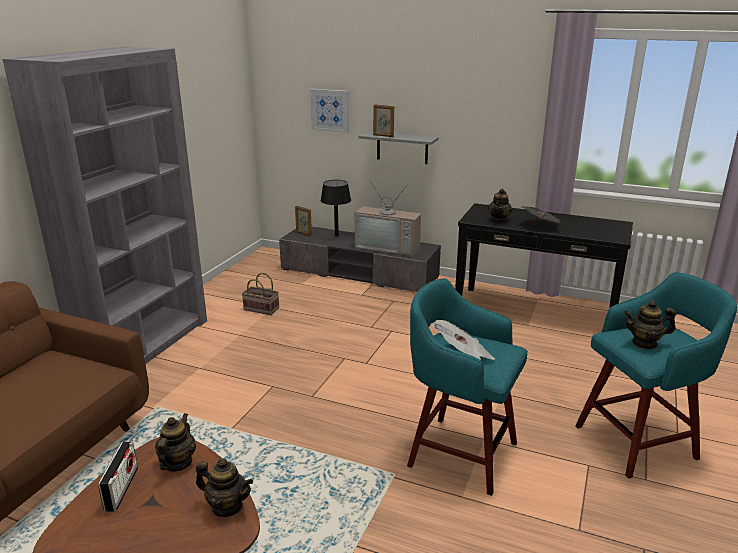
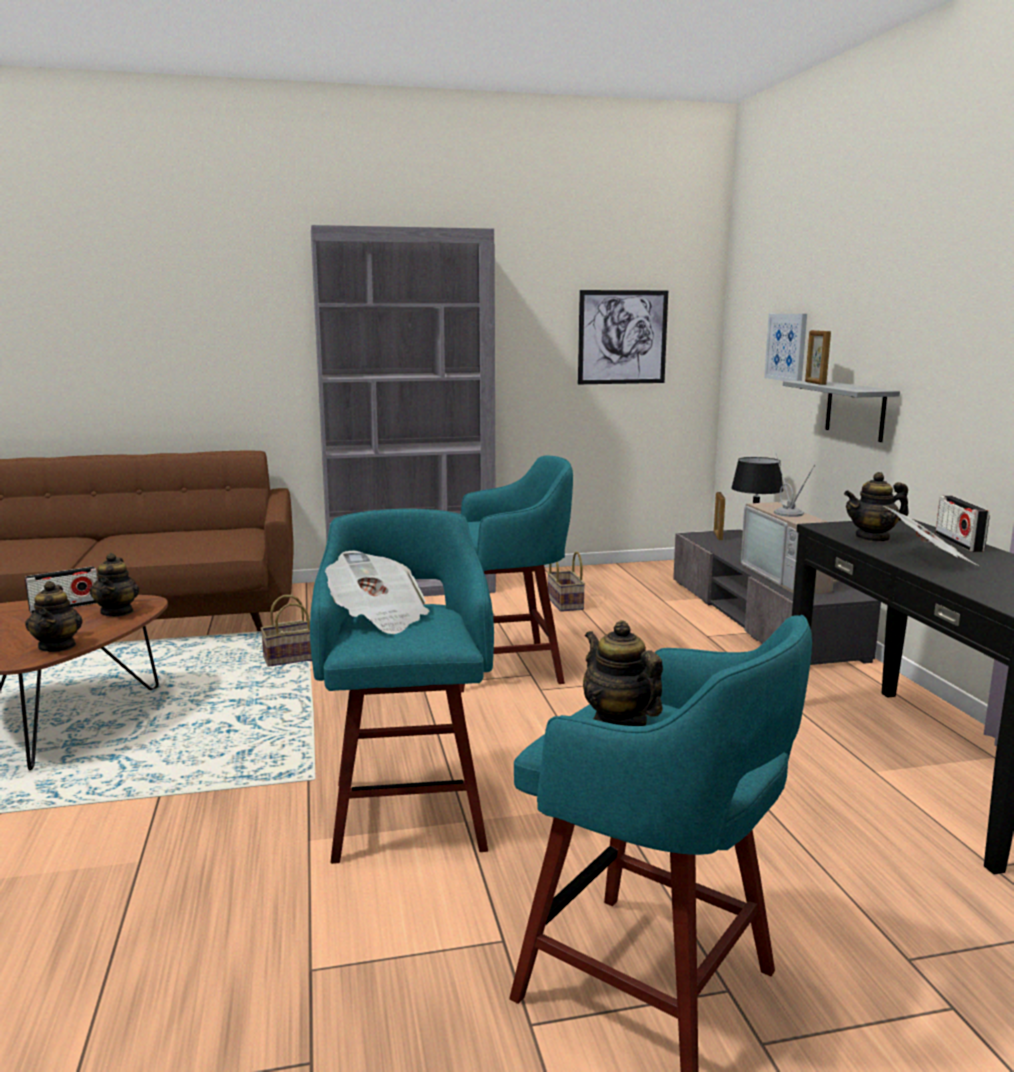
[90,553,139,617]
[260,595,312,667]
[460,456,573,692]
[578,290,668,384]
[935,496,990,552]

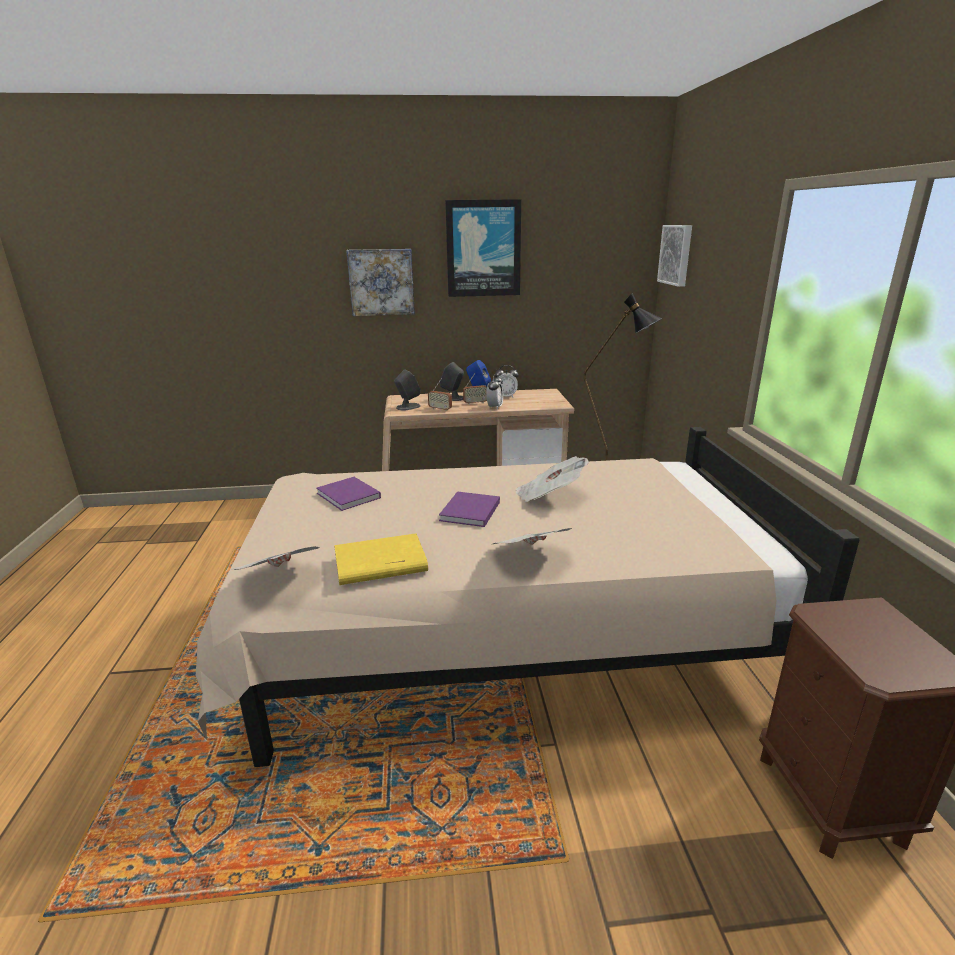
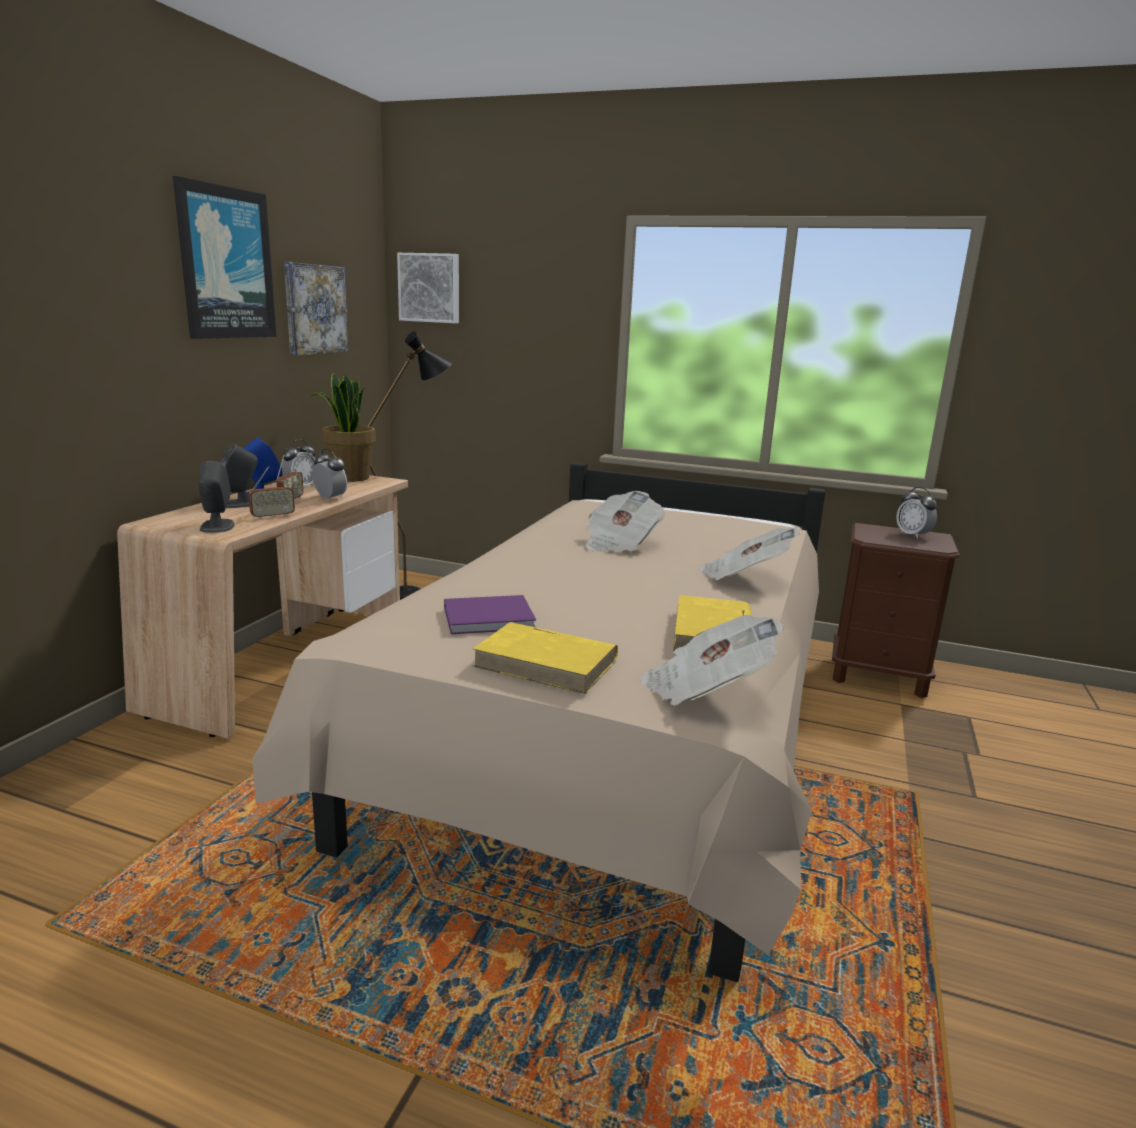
[284,262,349,355]
[439,492,500,527] (first image)
[311,373,376,482]
[473,622,618,694]
[896,487,937,539]

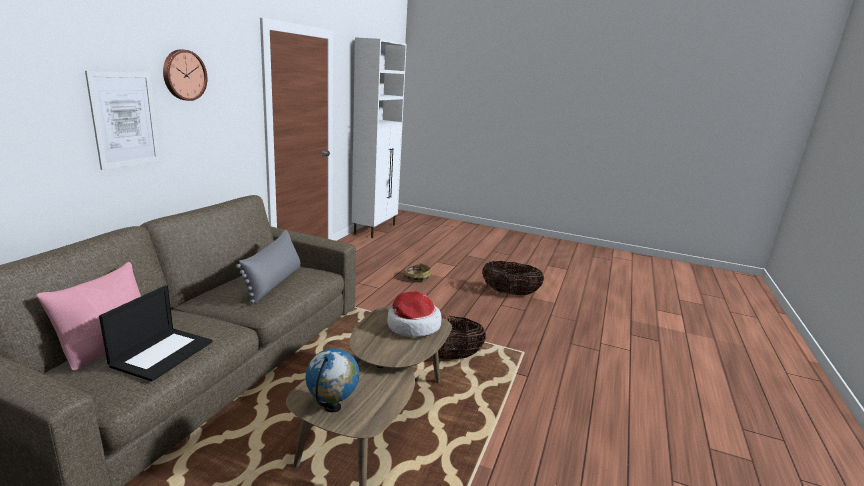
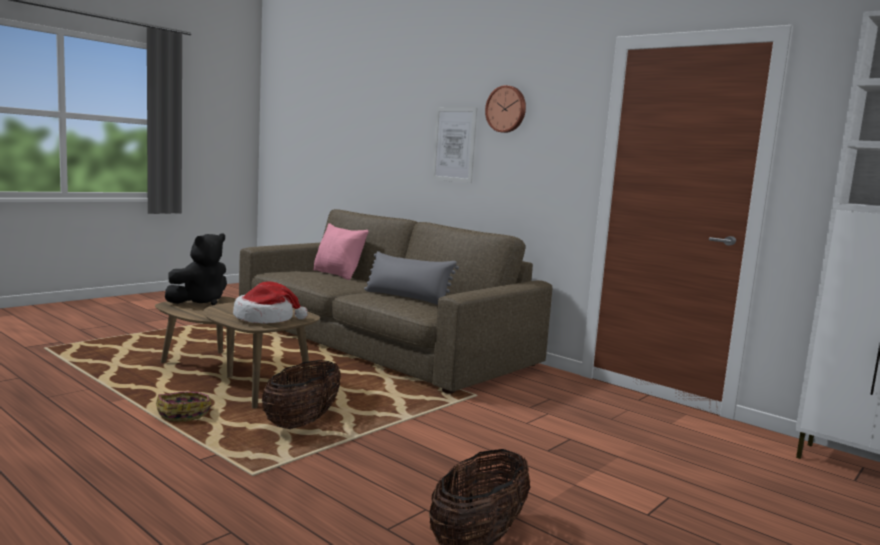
[99,285,213,381] (first image)
[165,233,227,305]
[156,391,212,422]

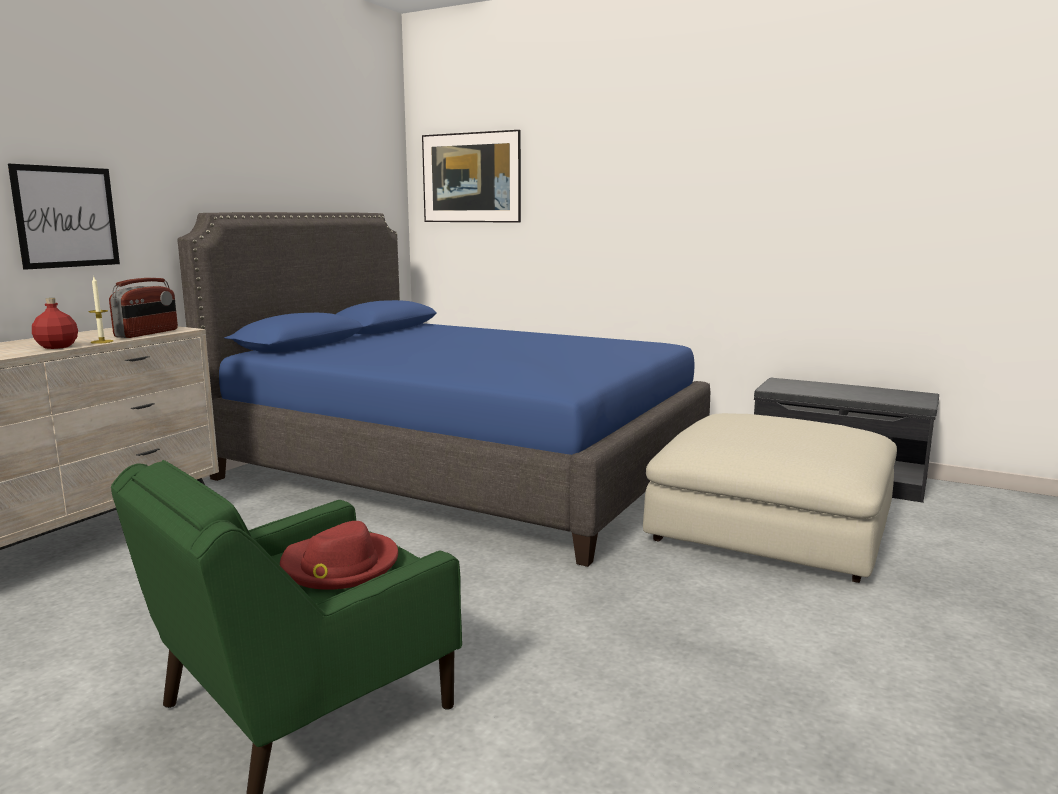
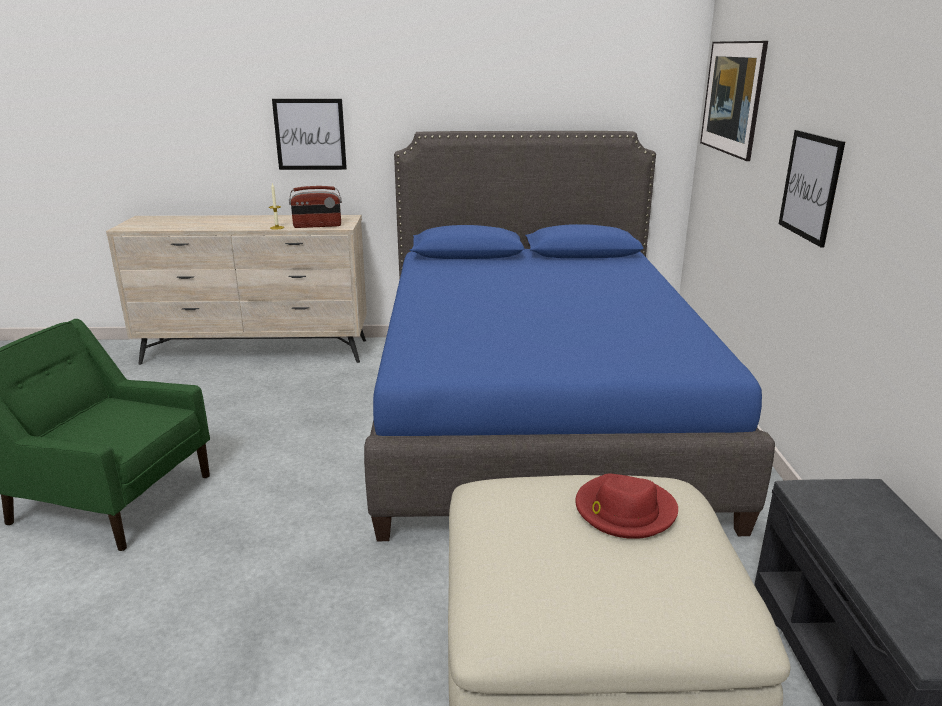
[32,298,78,349] (first image)
[575,473,678,539]
[779,130,845,248]

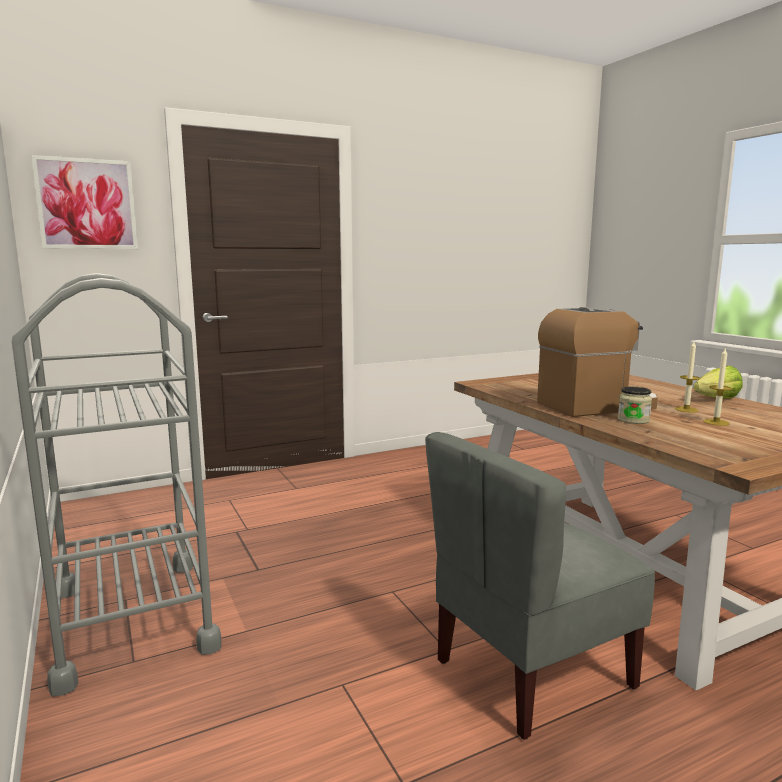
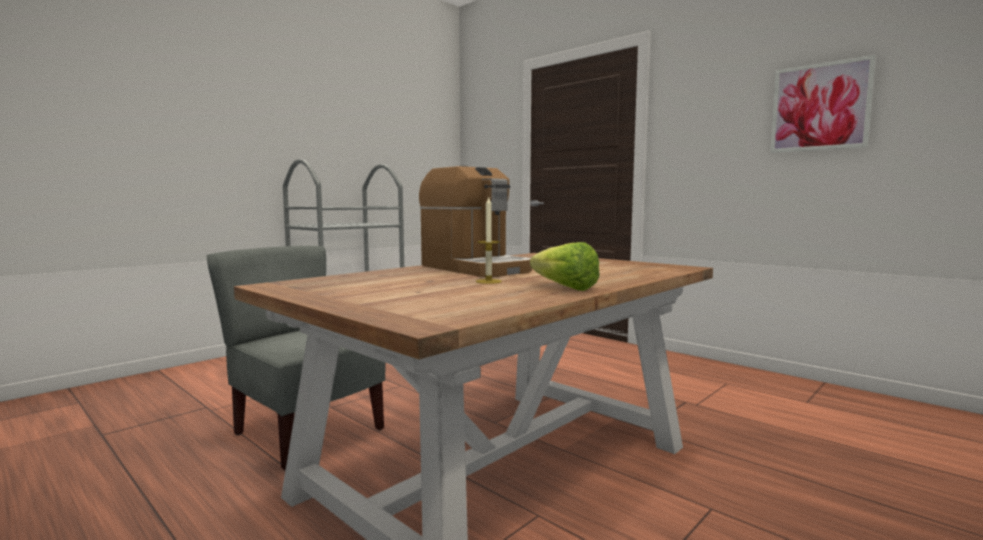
[770,55,876,153]
[618,387,652,424] (first image)
[703,347,732,426] (first image)

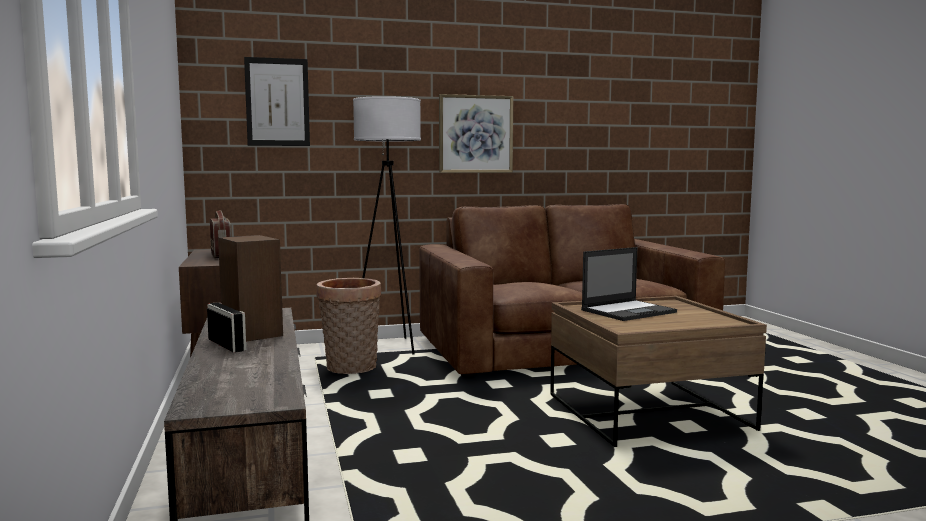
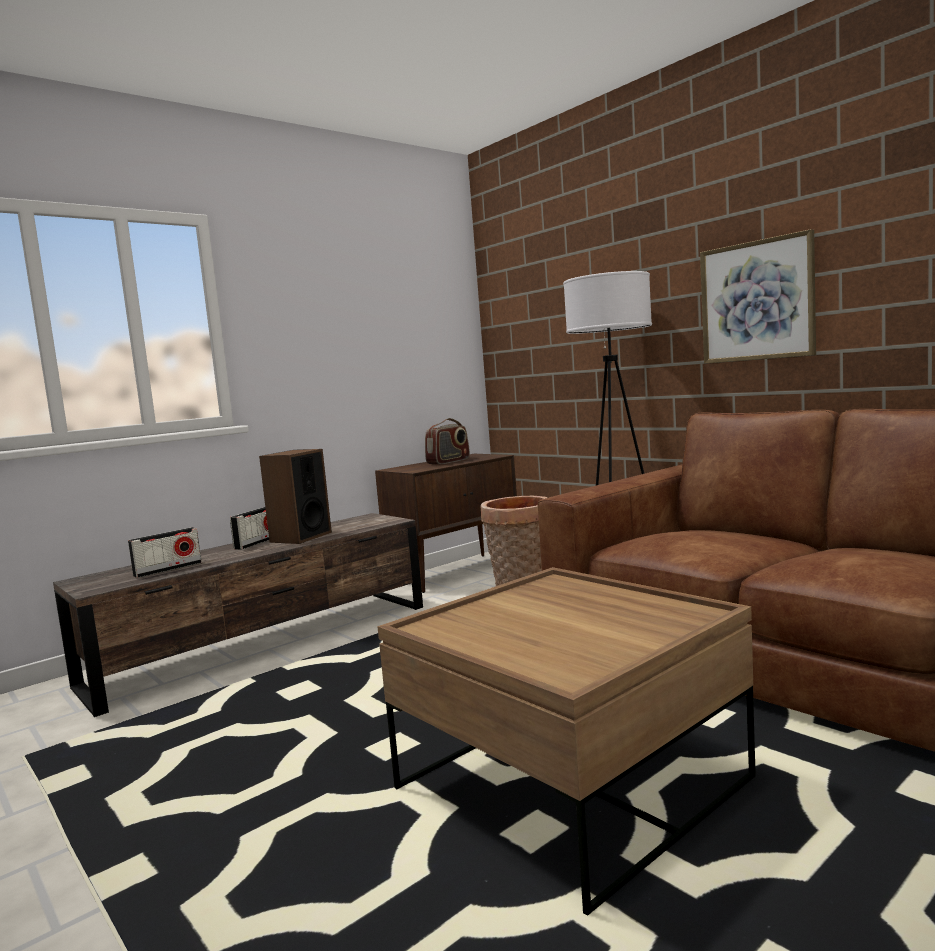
[244,57,310,146] (first image)
[581,247,677,321] (first image)
[128,527,202,578]

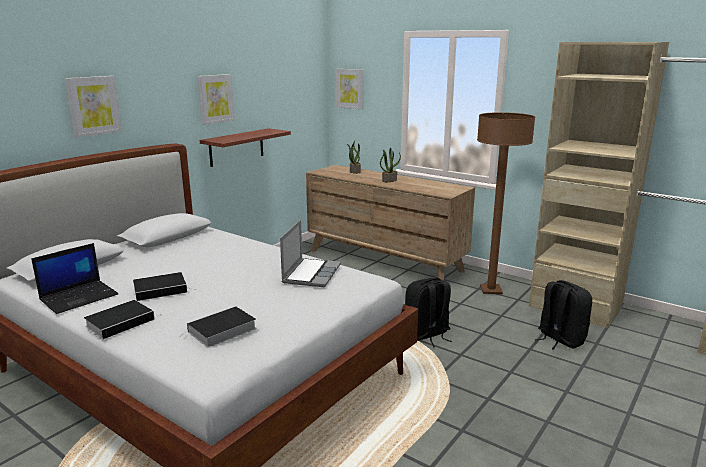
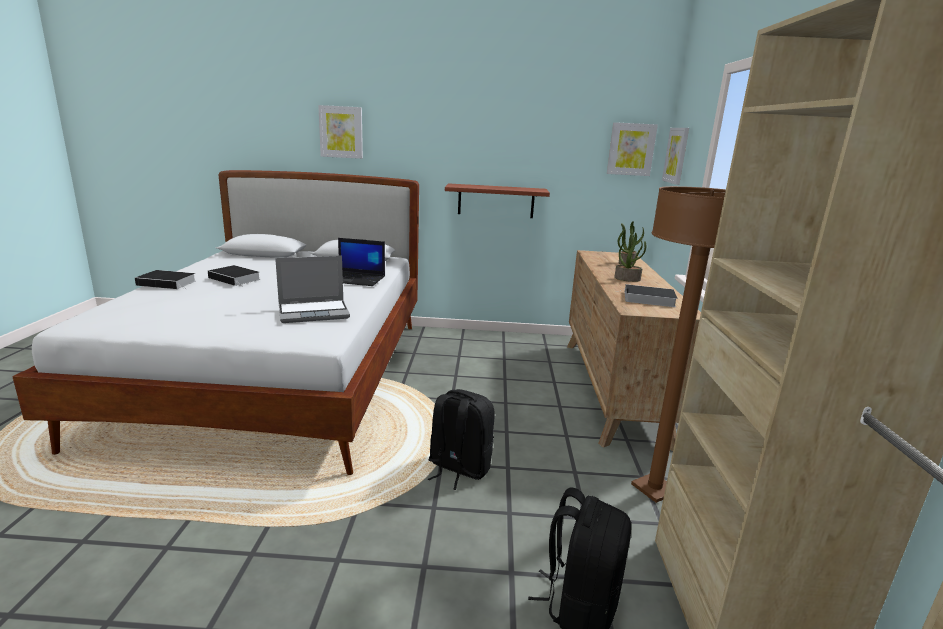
[338,238,385,286]
[616,284,677,307]
[607,122,658,176]

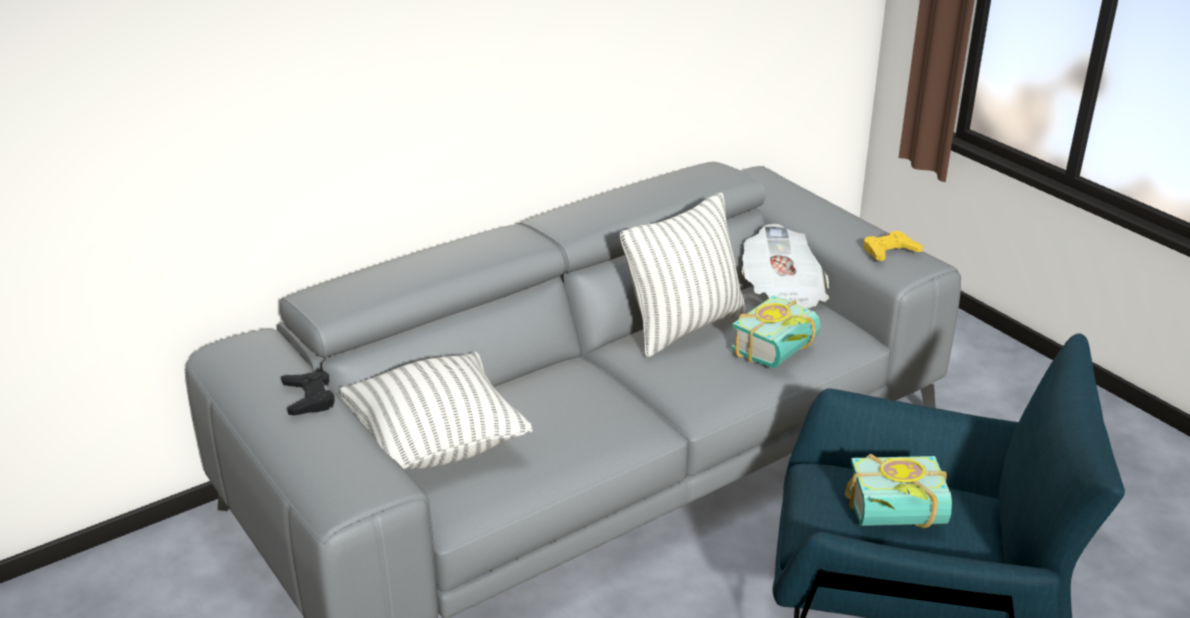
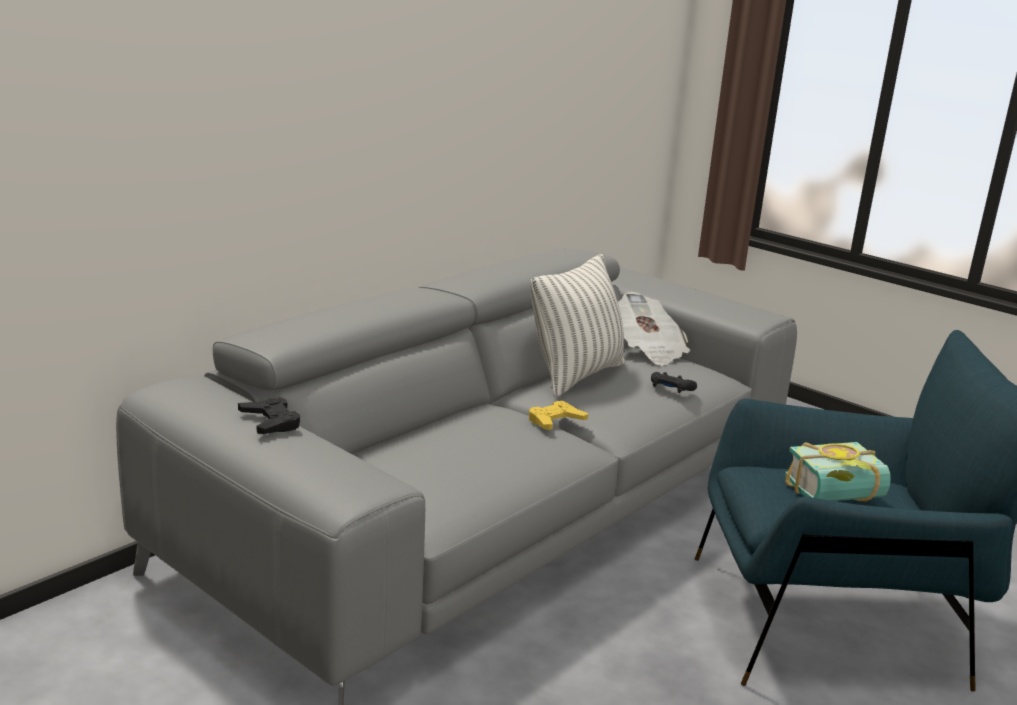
[338,352,533,470] (first image)
[651,372,697,393]
[529,401,588,430]

